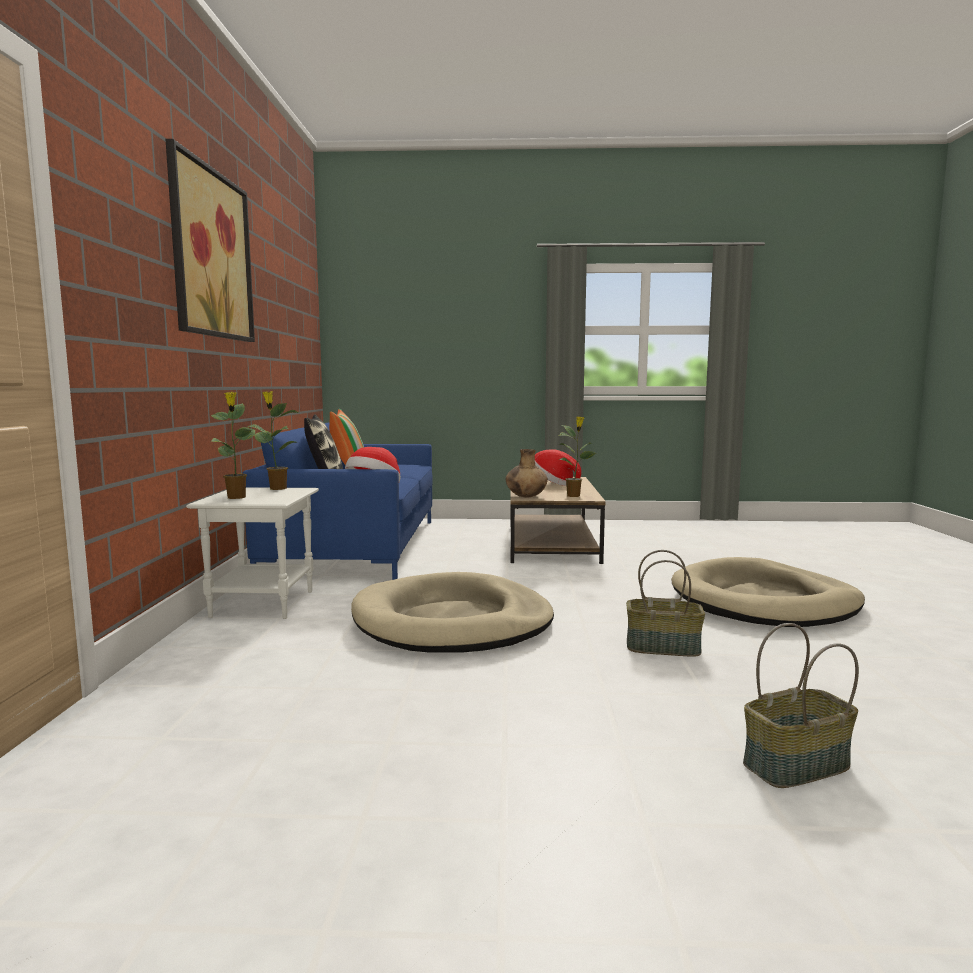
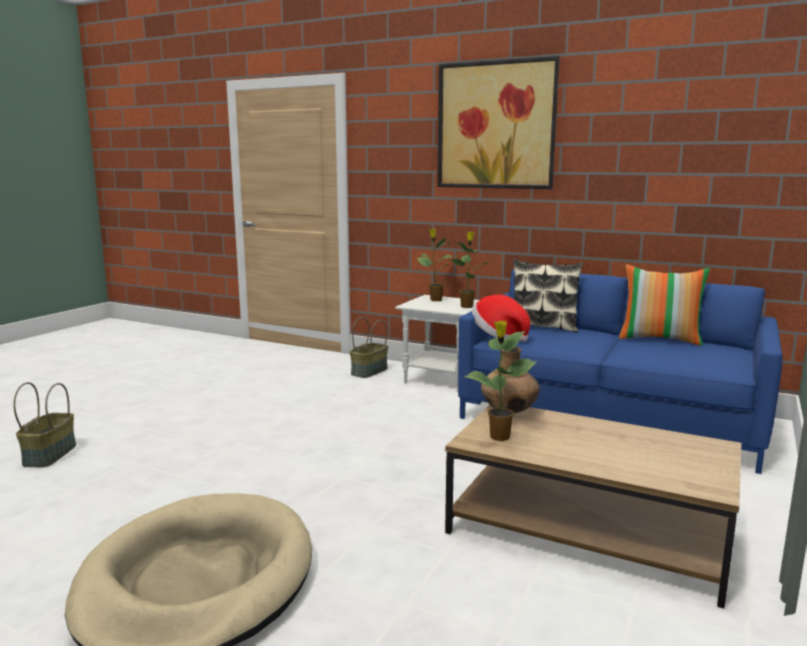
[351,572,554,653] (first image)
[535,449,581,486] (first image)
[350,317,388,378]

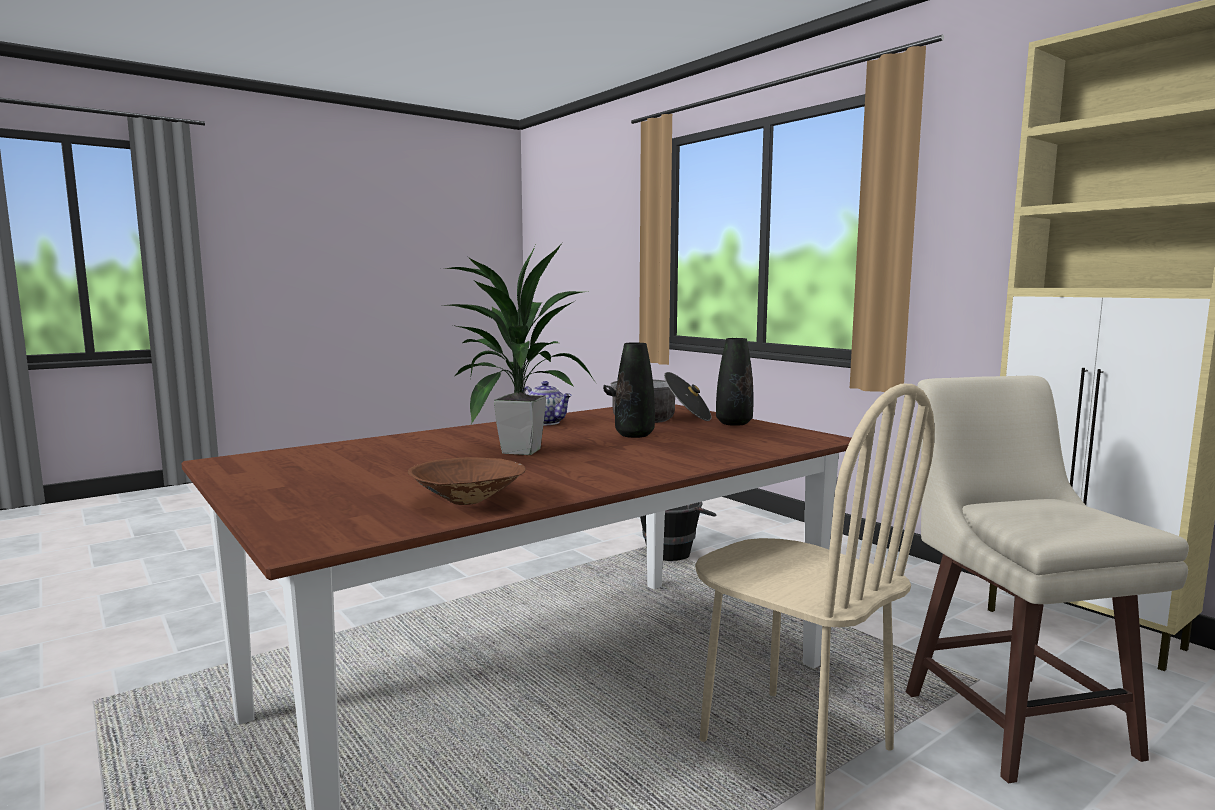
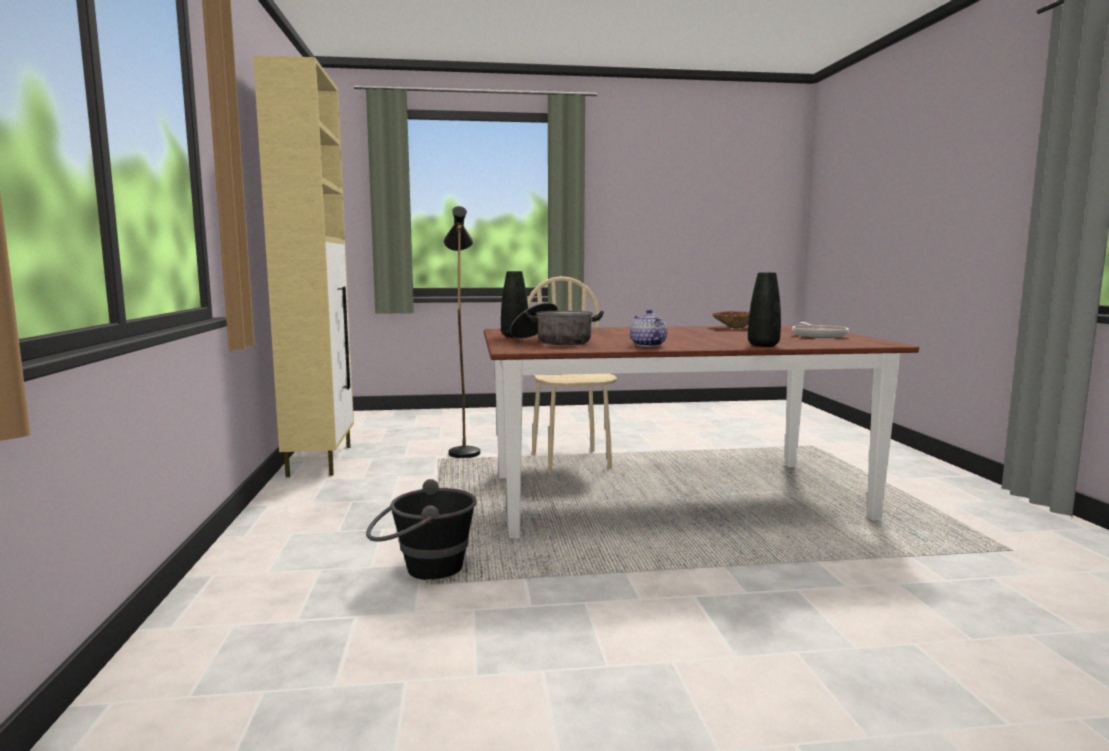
[444,243,596,455] (first image)
[748,272,781,347]
[444,206,480,458]
[792,322,849,338]

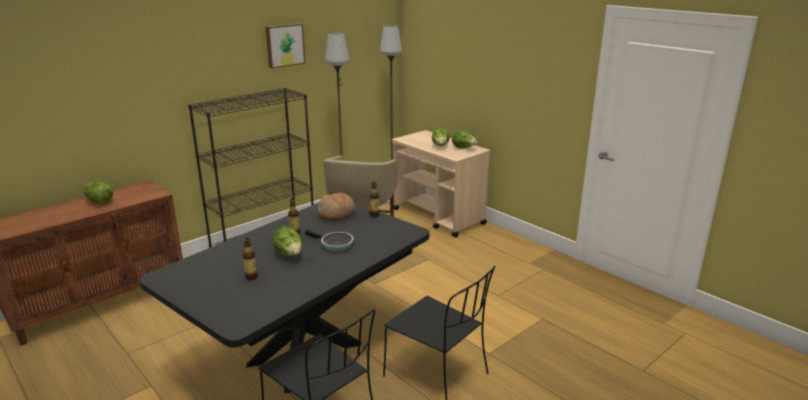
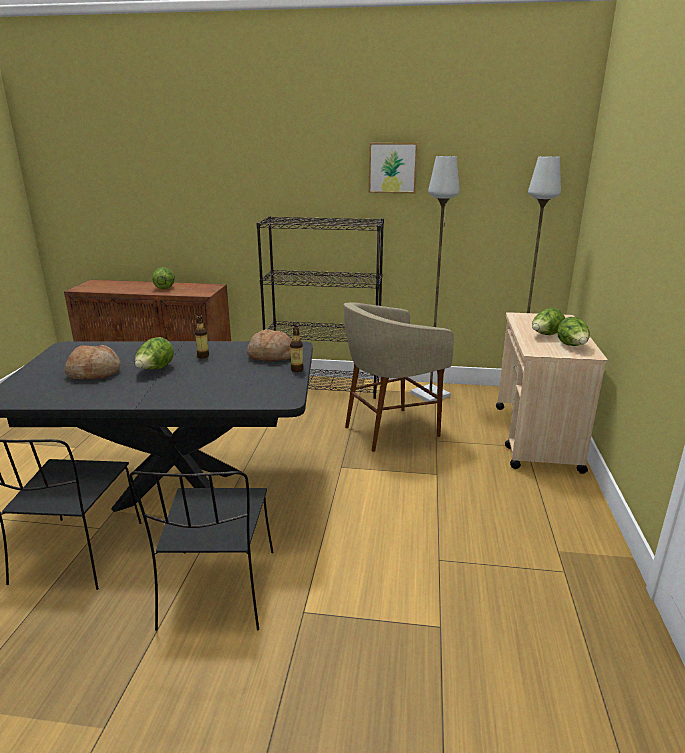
[64,345,121,379]
[305,229,354,252] (first image)

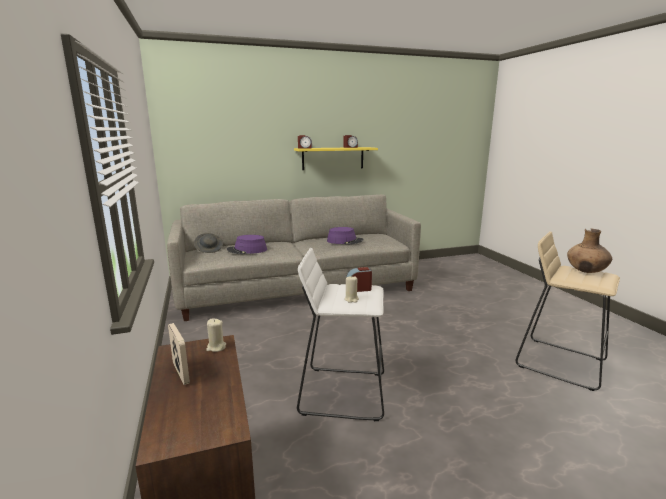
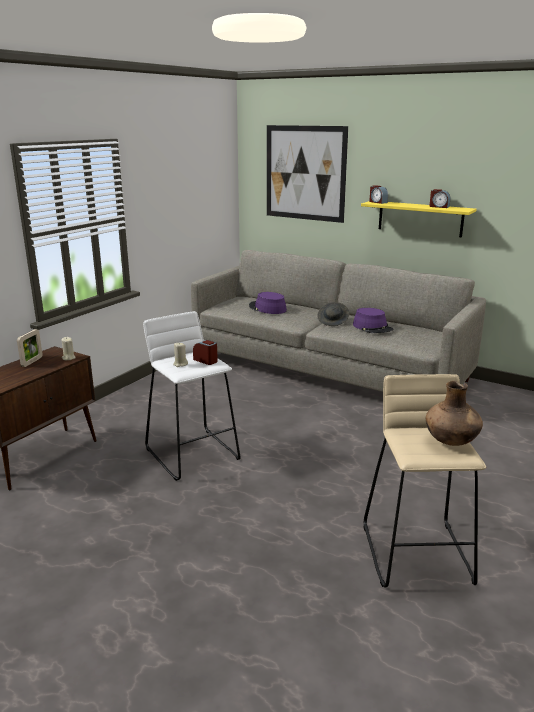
[317,302,350,326]
[267,125,348,223]

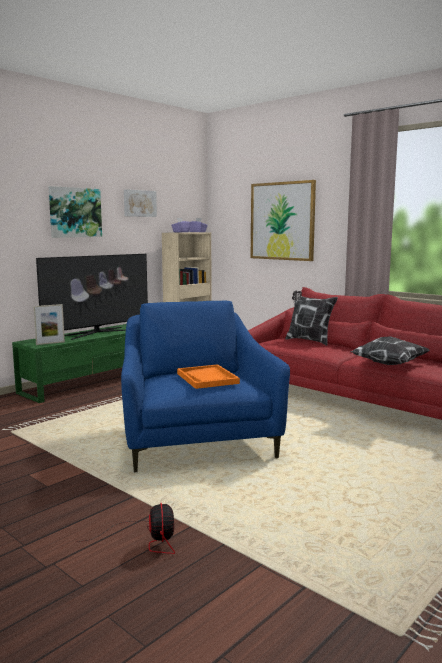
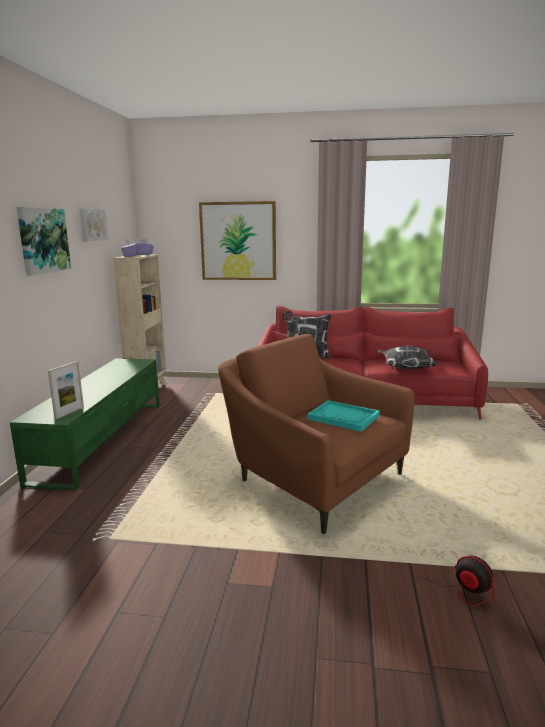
[36,254,148,340] (first image)
[218,334,415,534]
[307,400,380,432]

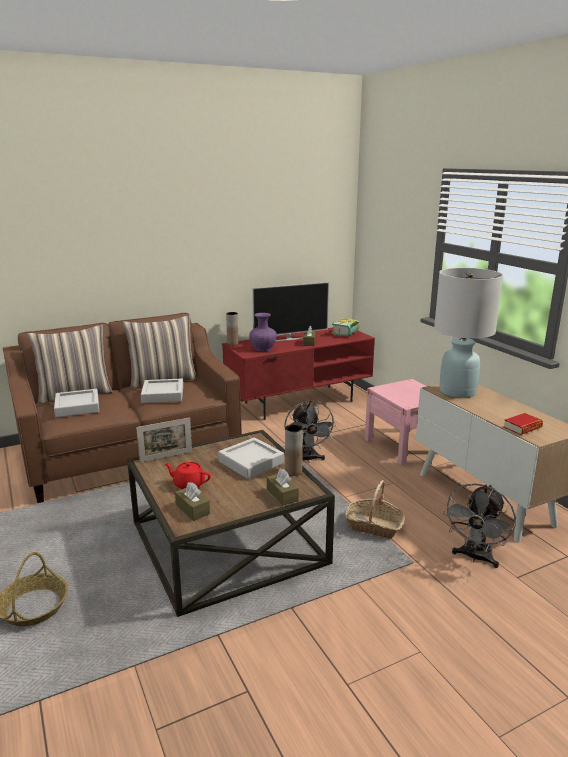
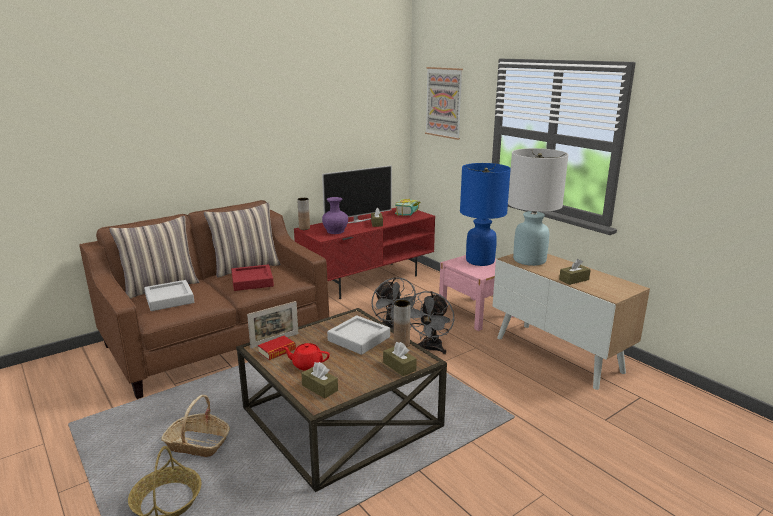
[231,264,274,291]
[161,395,230,457]
[409,291,454,354]
[258,336,296,360]
[425,67,463,140]
[460,163,511,266]
[559,259,591,285]

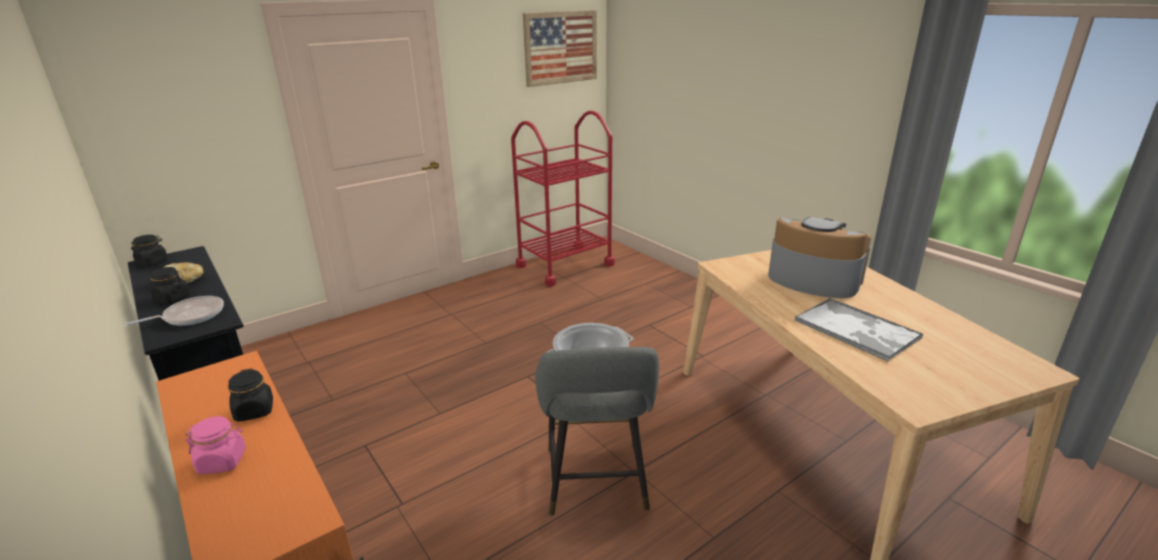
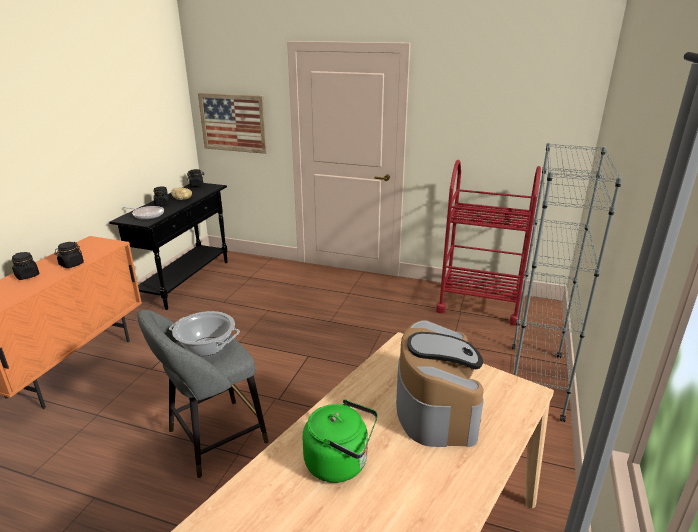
[12,252,39,280]
[198,93,267,154]
[303,399,378,483]
[512,143,623,422]

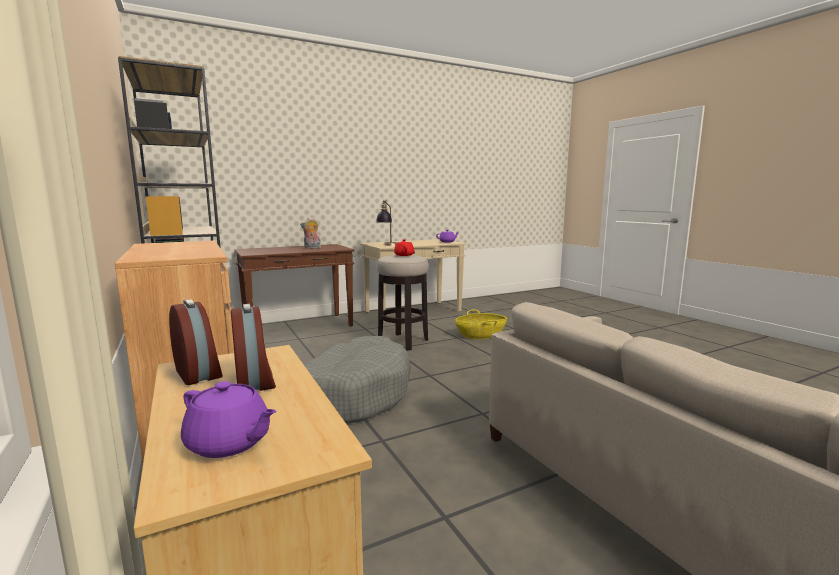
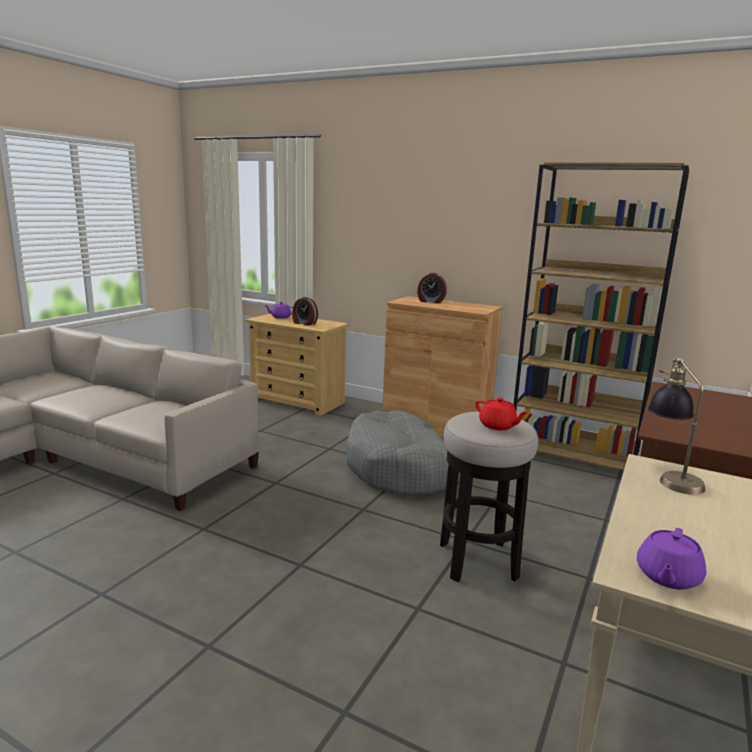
[417,273,447,304]
[300,217,321,249] (first image)
[455,309,507,339] (first image)

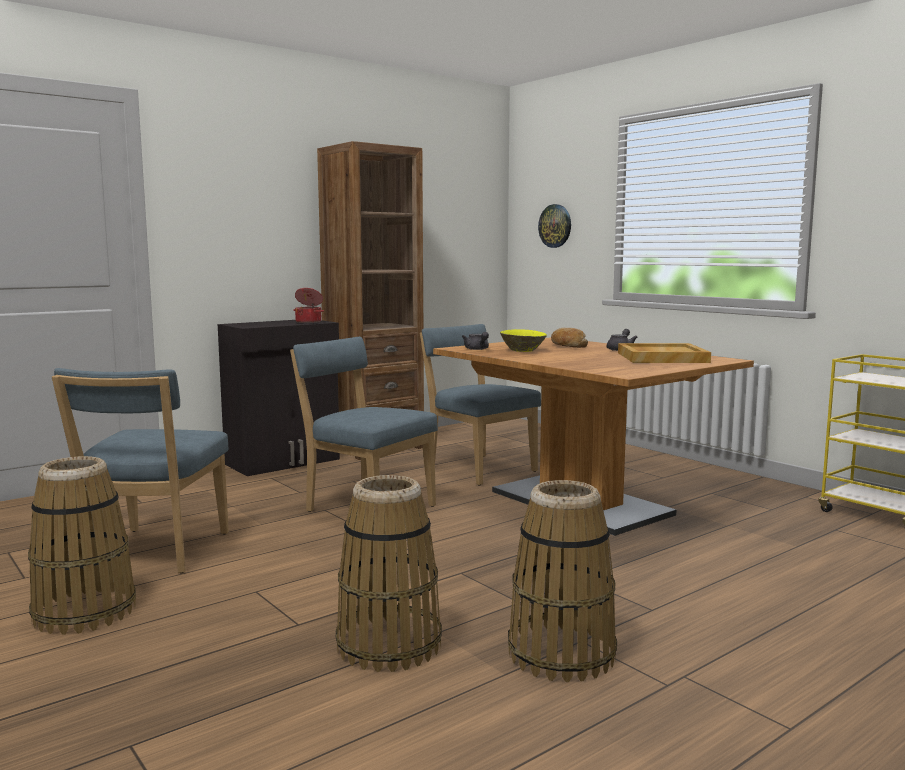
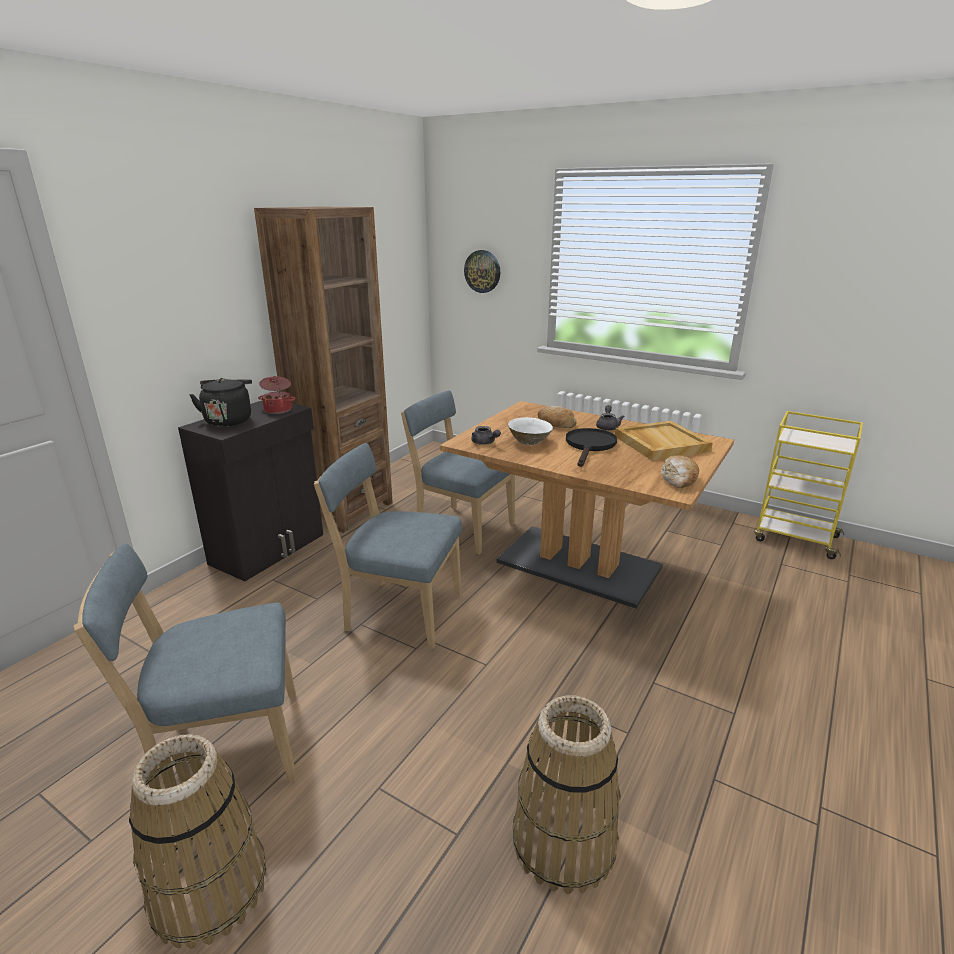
[74,543,296,789]
[508,417,553,445]
[508,480,617,682] (first image)
[189,378,252,427]
[566,428,617,467]
[661,455,699,488]

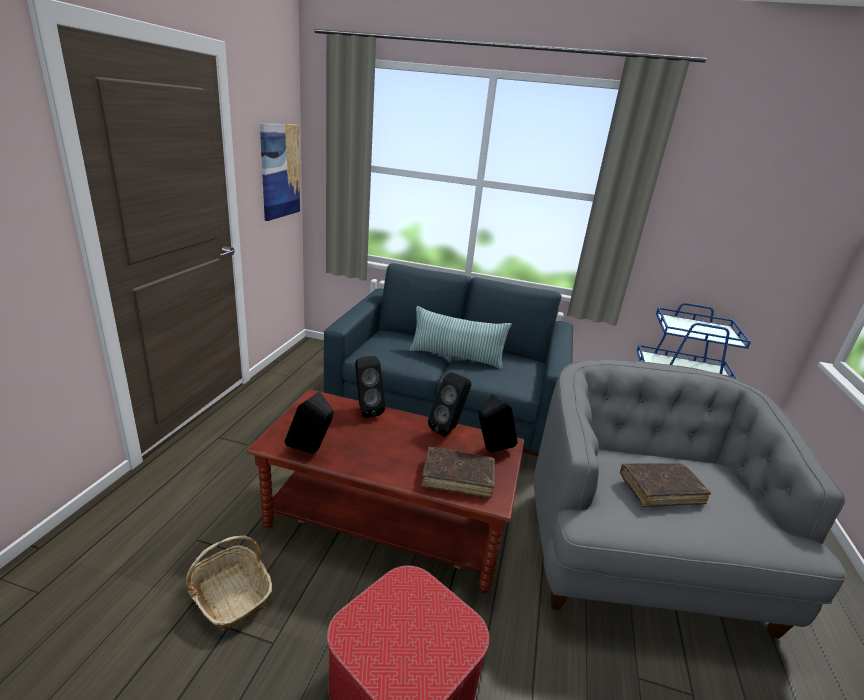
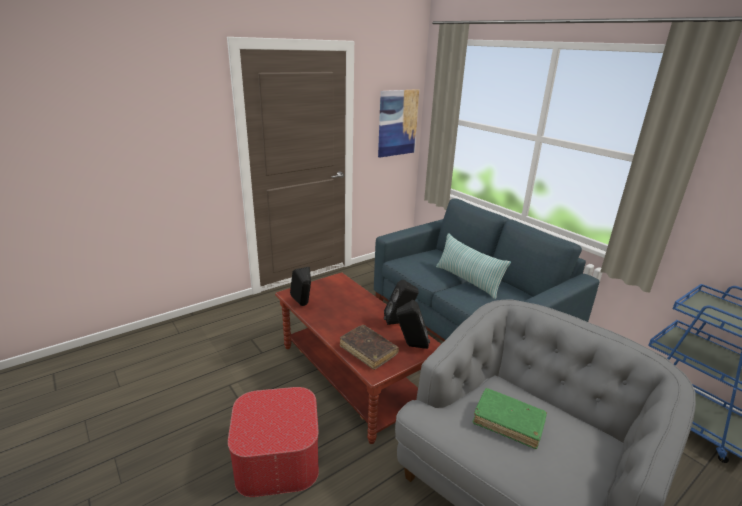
[186,535,272,631] (first image)
[355,356,385,418] (first image)
[473,388,547,449]

